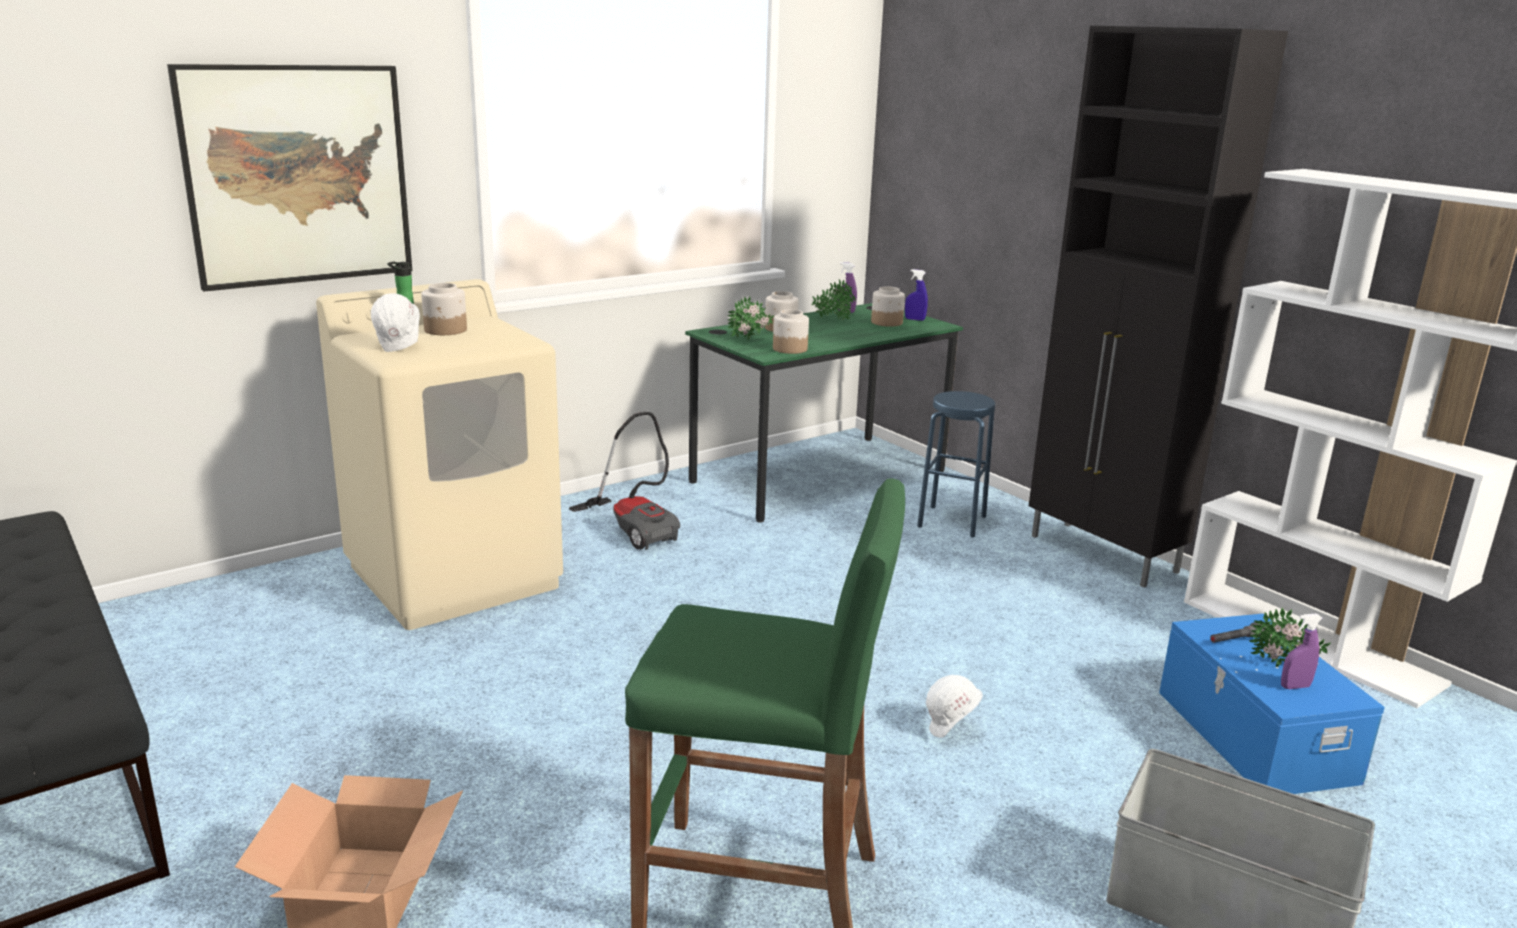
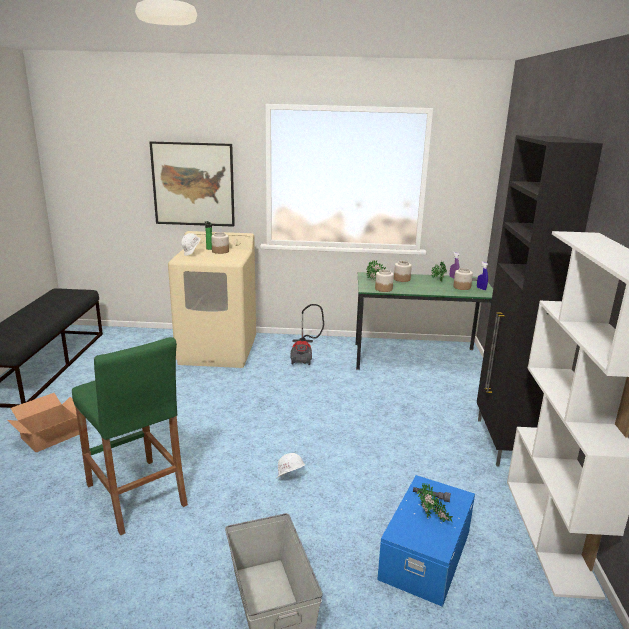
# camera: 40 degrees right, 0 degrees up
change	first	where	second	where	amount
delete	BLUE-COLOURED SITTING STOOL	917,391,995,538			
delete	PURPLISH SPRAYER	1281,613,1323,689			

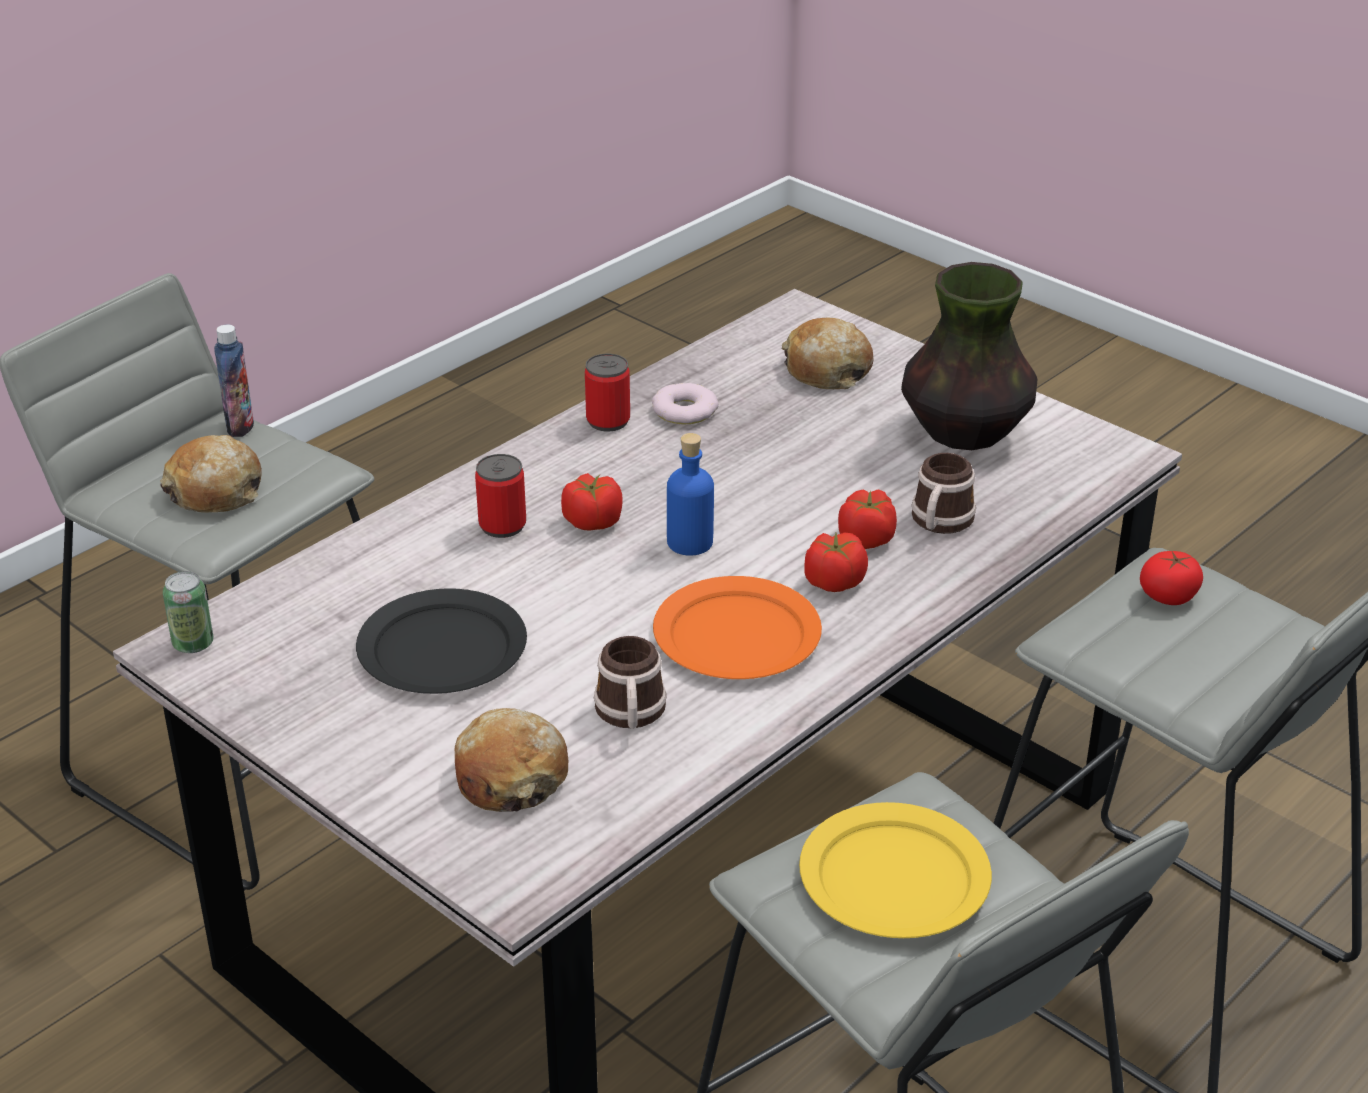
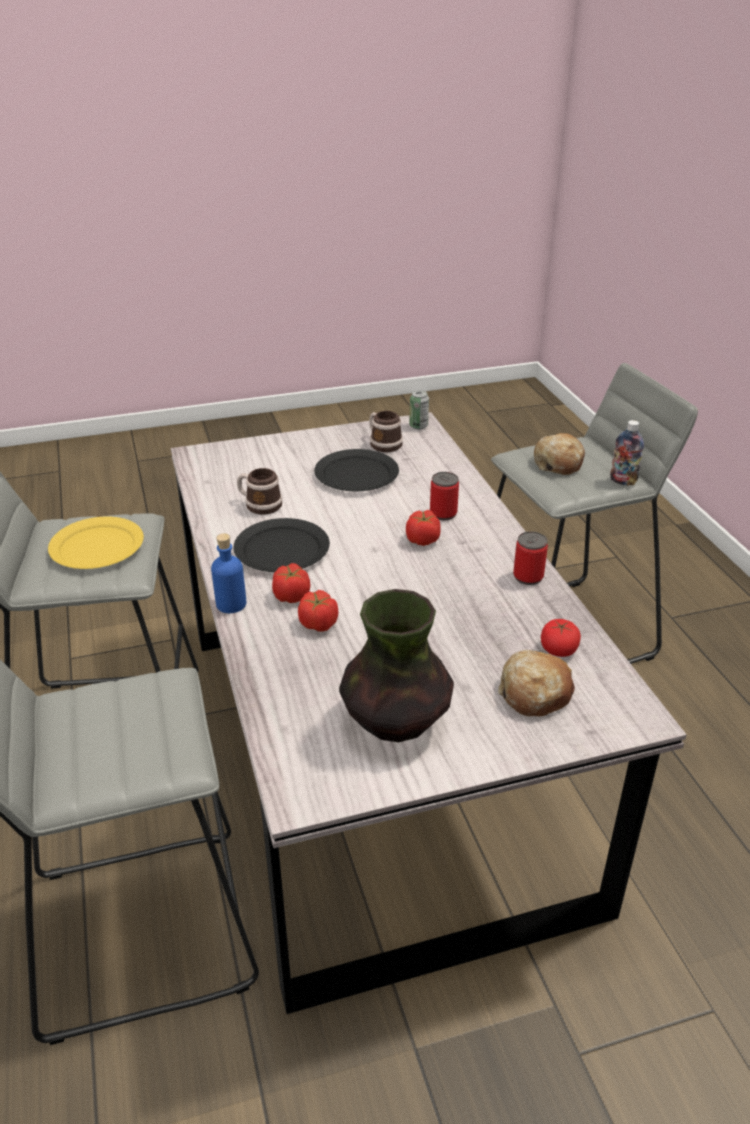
# camera: 120 degrees right, 0 degrees up
change	first	where	second	where	amount
delete	BAKERY BREAD	454,708,569,812			
delete	DONUT	652,383,719,424			
recolor	ORANGEY DINNER PLATE	653,576,822,679	BLACK-COLOURED DINNER PLATE	234,518,330,572	
move	BLUE-COLOURED BOTTLE	667,433,714,556		211,533,246,613	
move	TEA MUG	911,453,976,534		369,411,403,452	
move	WHOLE TOMATO	1140,551,1203,605		541,619,581,657	

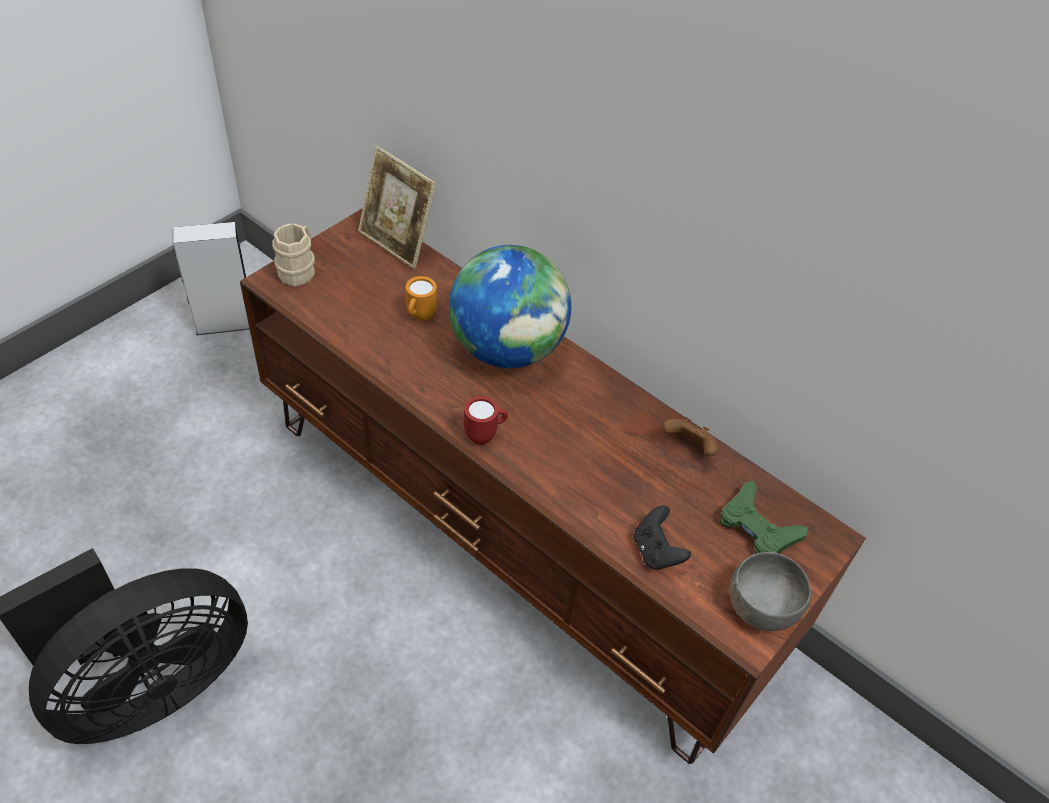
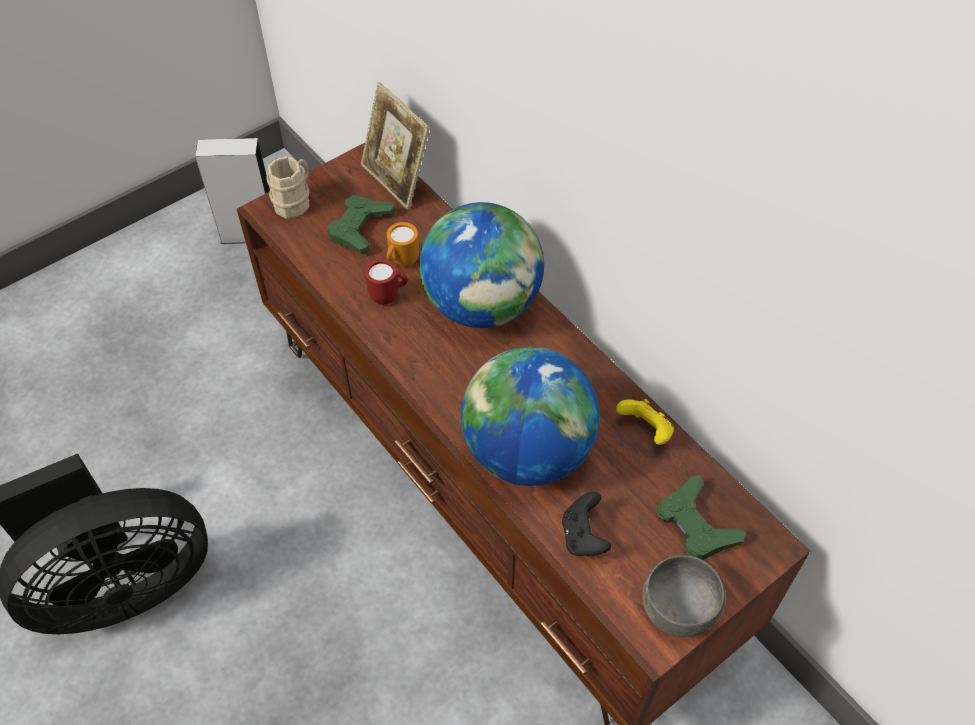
# camera: 15 degrees right, 5 degrees up
change	first	where	second	where	amount
move	RED-COLOURED TEA MUG	464,396,508,444		365,259,408,305	
recolor	BROWN-COLOURED GAMEPAD	662,417,719,457	YELLOW-COLOURED GAMEPAD	616,399,674,445	
insert			GREEN GAMEPAD	327,195,395,253	
insert			DESK GLOBE	461,347,599,486	

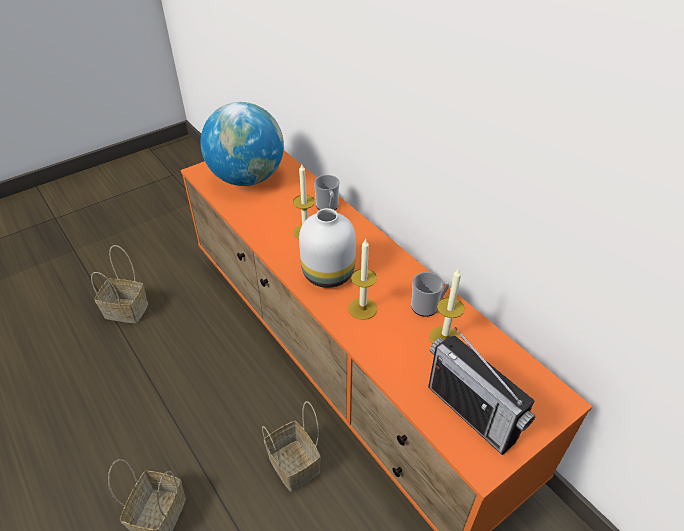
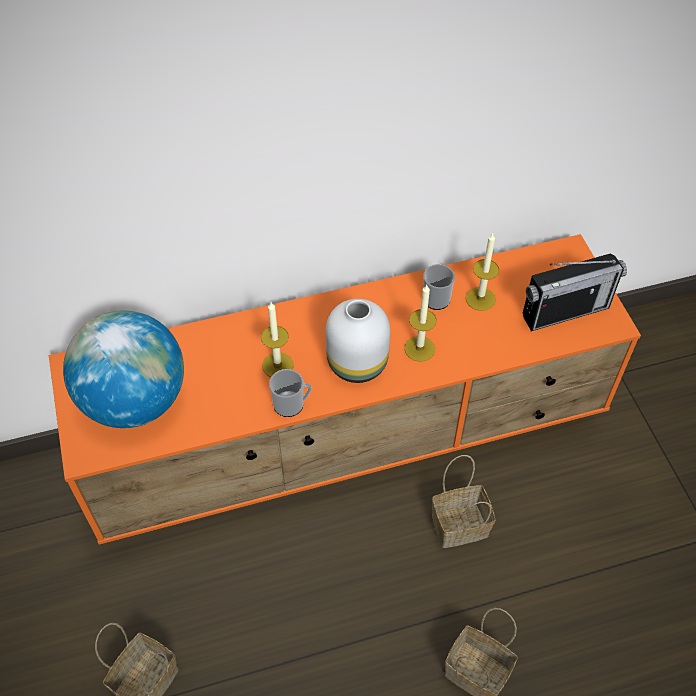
# camera: 70 degrees left, 10 degrees up
change	first	where	second	where	amount
move	TEA MUG	314,175,340,210		269,369,312,417	

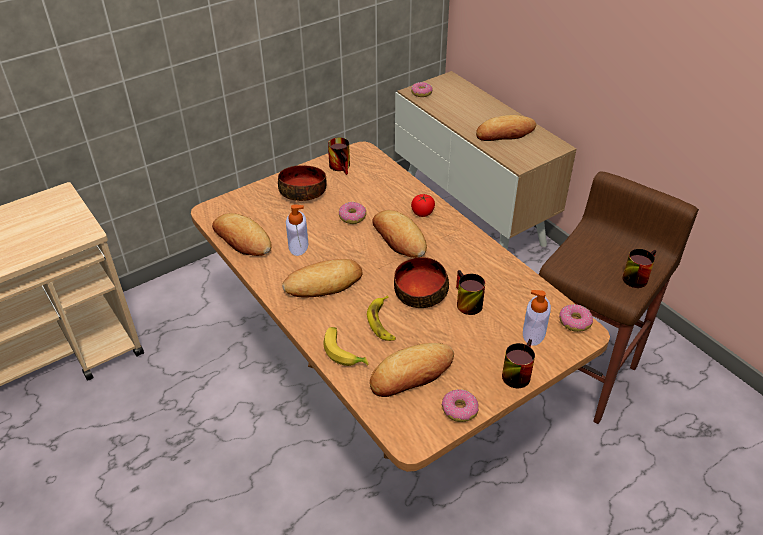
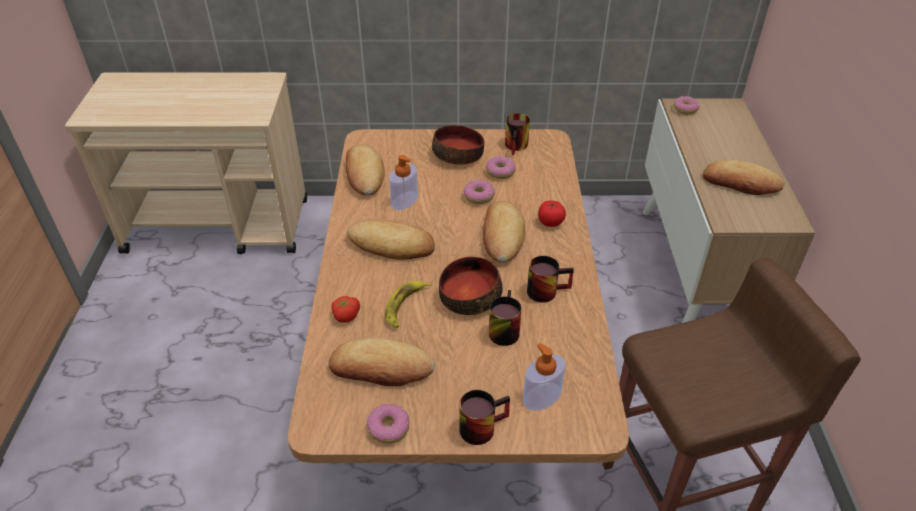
# camera: 35 degrees right, 0 degrees up
change	first	where	second	where	amount
replace	BANANA	323,327,368,366	WHOLE TOMATO	332,296,360,322	
move	DONUT	559,304,593,332		486,156,516,179	
move	TEA MUG	622,249,656,288		527,256,574,303	

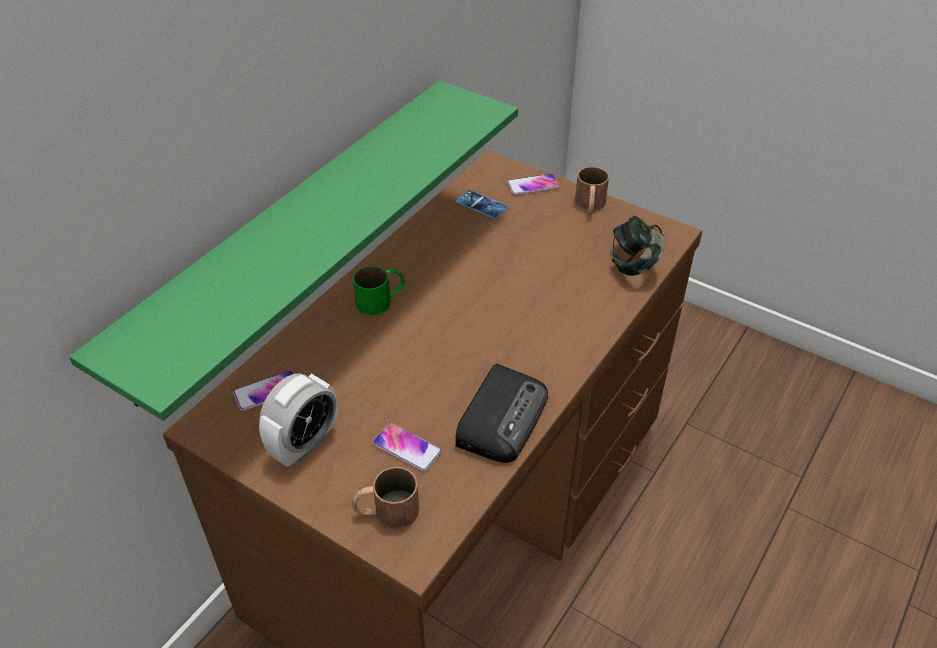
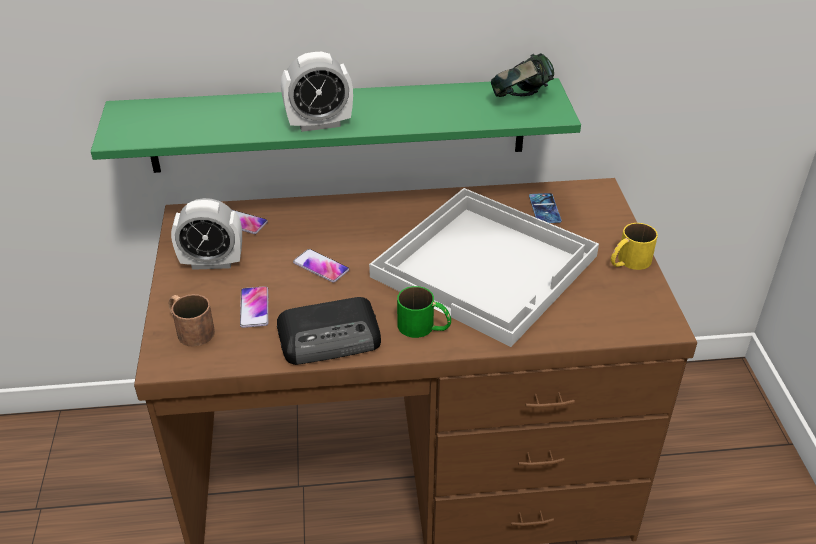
# camera: 50 degrees right, 5 degrees down
change	first	where	second	where	amount
move	GREEN TEA MUG	353,266,405,315		397,286,451,338	
move	PHONE	507,174,560,195		293,249,349,283	
recolor	BROWN-COLOURED TEA MUG	575,167,609,215	YELLOW-COLOURED TEA MUG	611,223,658,270	
move	HEADSET	612,216,665,276		491,53,554,97	
insert			BEDSIDE CLOCK	281,52,353,132	
insert			WHITE TRAY	369,188,599,347	

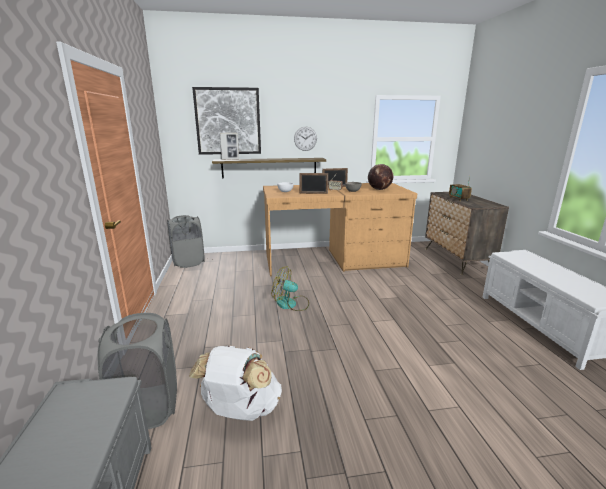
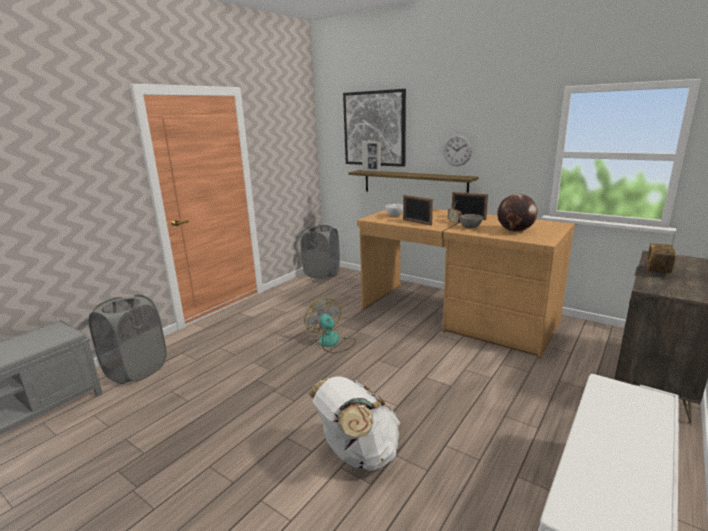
# camera: 45 degrees right, 0 degrees up
change	first	where	second	where	amount
move	WHITE BACKPACK	189,345,282,421		308,376,400,470	

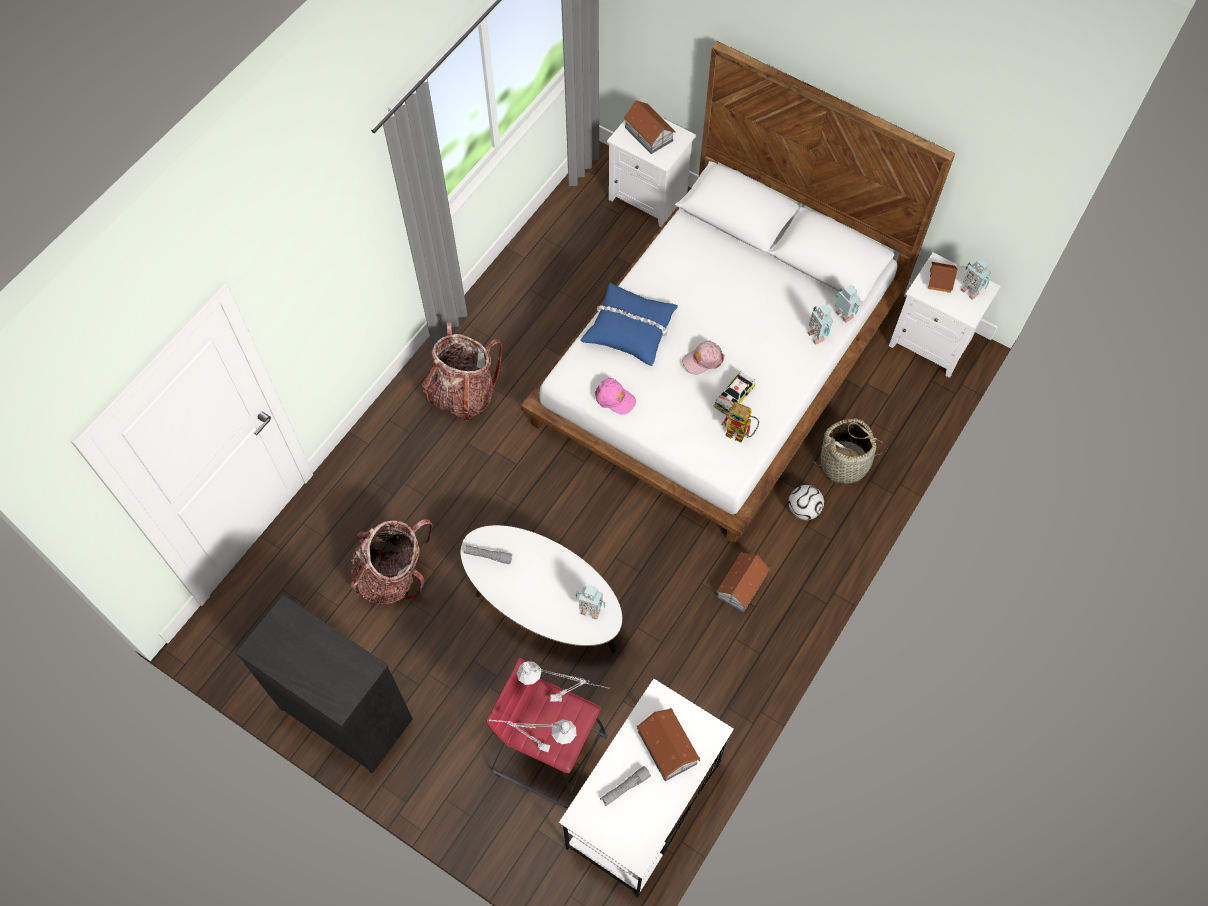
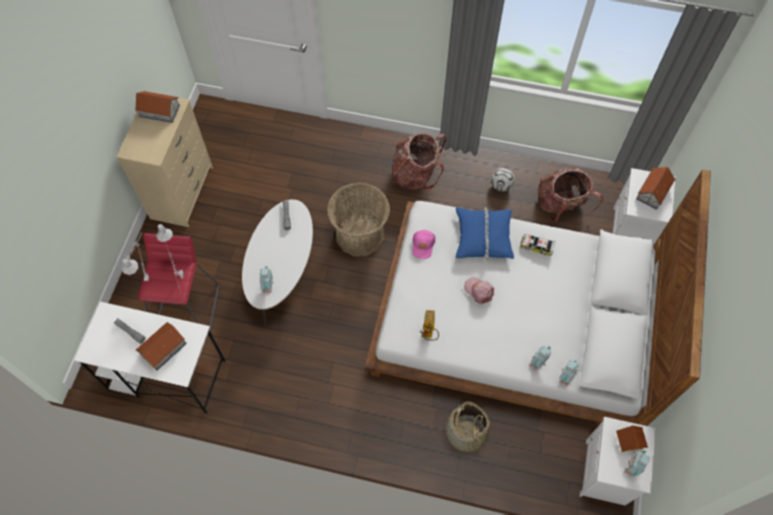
# camera: 70 degrees right, 0 degrees up
change	first	where	second	where	amount
recolor	BLACK-COLOURED DRESSER	236,595,413,774	BEIGE DRESSER	116,92,213,227	
move	BACKPACK	351,519,433,604		538,167,603,222	
move	MINIATURE CAR	714,371,755,415		520,234,556,256	
move	TOY HOUSE	716,552,770,613		135,91,180,123	
move	BALL FOR FOOTBALL	788,485,824,520		491,168,515,191	
insert			STORAGE BASKET	327,183,390,256	

